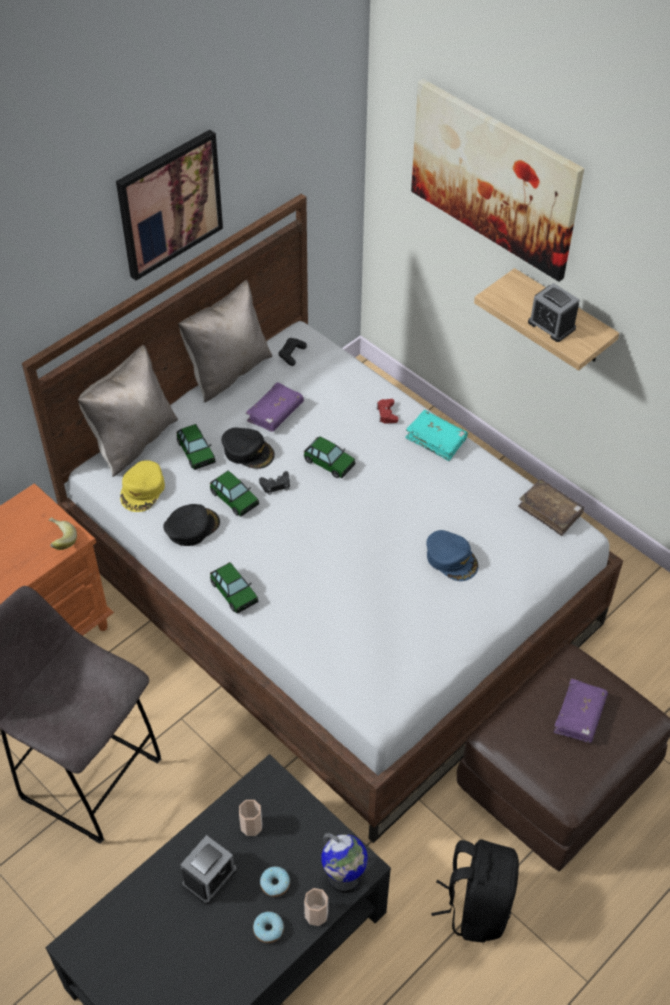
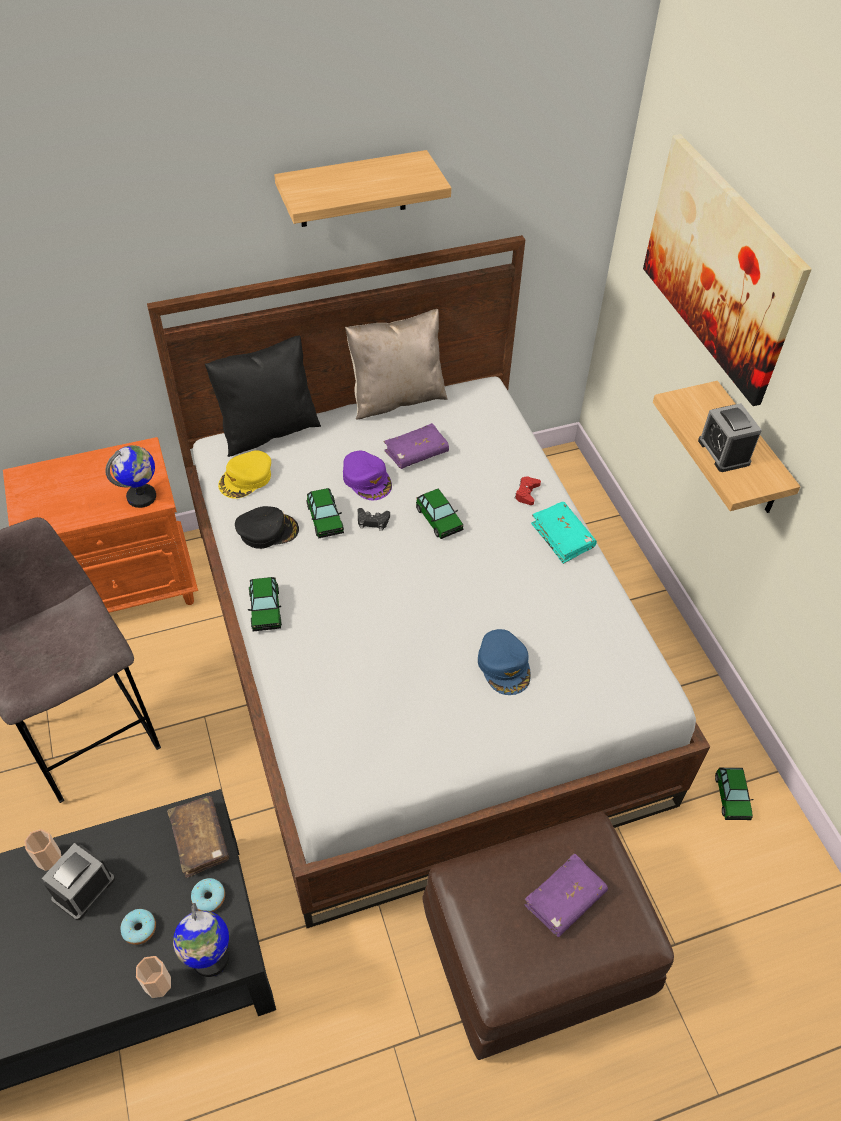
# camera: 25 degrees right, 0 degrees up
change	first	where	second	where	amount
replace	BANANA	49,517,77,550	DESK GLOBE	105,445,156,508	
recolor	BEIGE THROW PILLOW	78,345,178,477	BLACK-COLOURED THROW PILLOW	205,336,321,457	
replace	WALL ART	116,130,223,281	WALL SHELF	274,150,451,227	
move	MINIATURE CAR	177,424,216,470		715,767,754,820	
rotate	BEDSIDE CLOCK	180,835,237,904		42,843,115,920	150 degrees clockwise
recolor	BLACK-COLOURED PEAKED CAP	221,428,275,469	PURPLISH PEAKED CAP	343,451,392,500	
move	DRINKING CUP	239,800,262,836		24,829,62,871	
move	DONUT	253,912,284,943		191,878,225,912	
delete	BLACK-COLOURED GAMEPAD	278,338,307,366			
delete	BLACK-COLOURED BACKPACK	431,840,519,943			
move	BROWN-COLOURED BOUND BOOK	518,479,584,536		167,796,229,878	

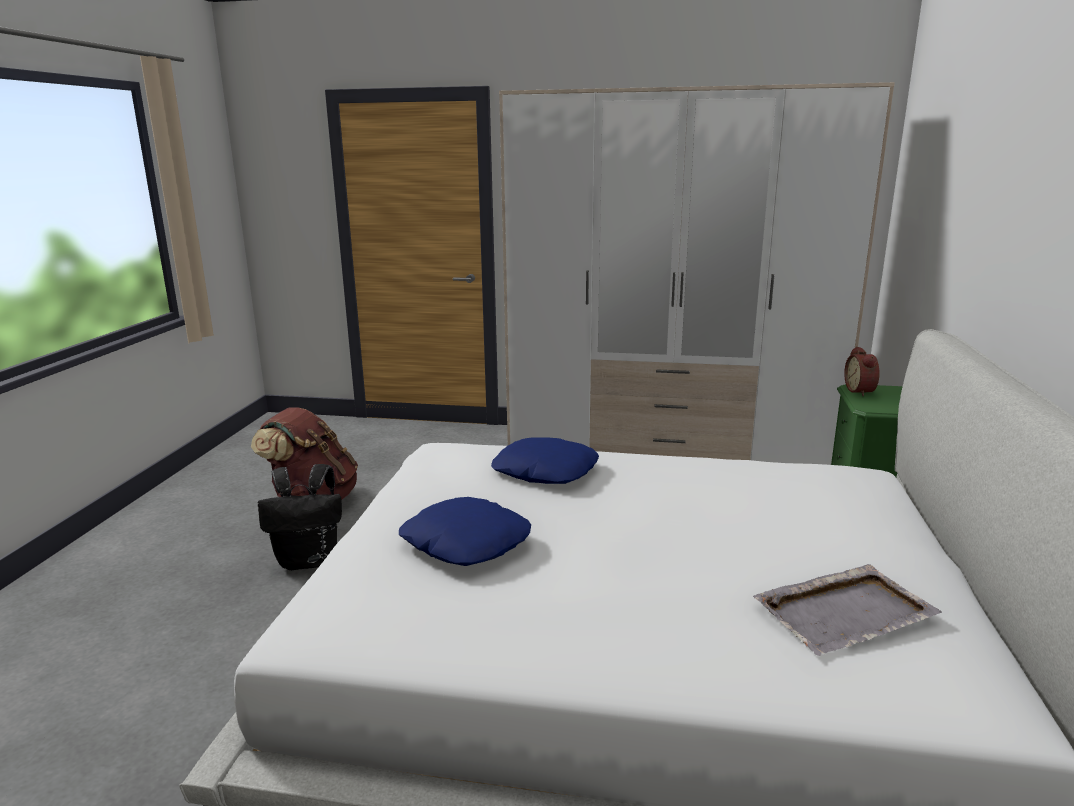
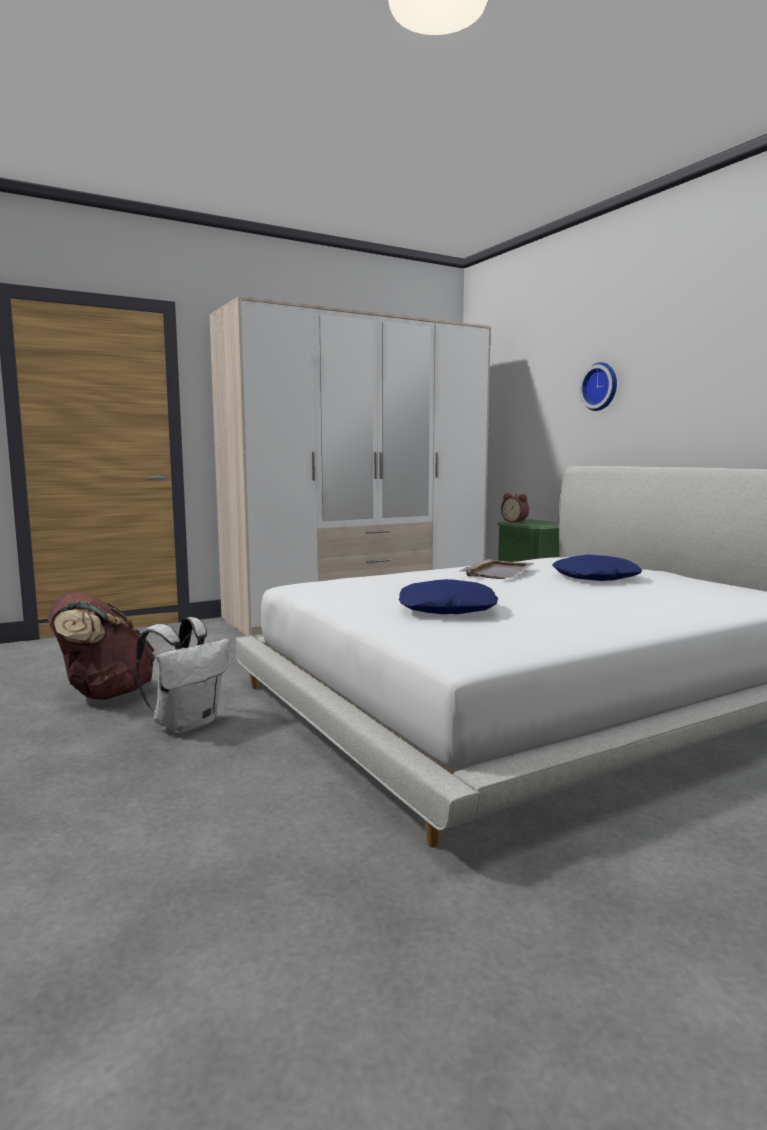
# camera: 40 degrees left, 10 degrees down
change	first	where	second	where	amount
recolor	BLACK-COLOURED BACKPACK	258,464,342,570	WHITE BACKPACK	136,617,230,733	
move	BLUE-COLOURED THROW PILLOW	491,437,599,484		552,555,642,581	
move	GREY TRAY	753,564,942,656		460,559,534,579	
insert			WALL CLOCK	579,362,617,411	

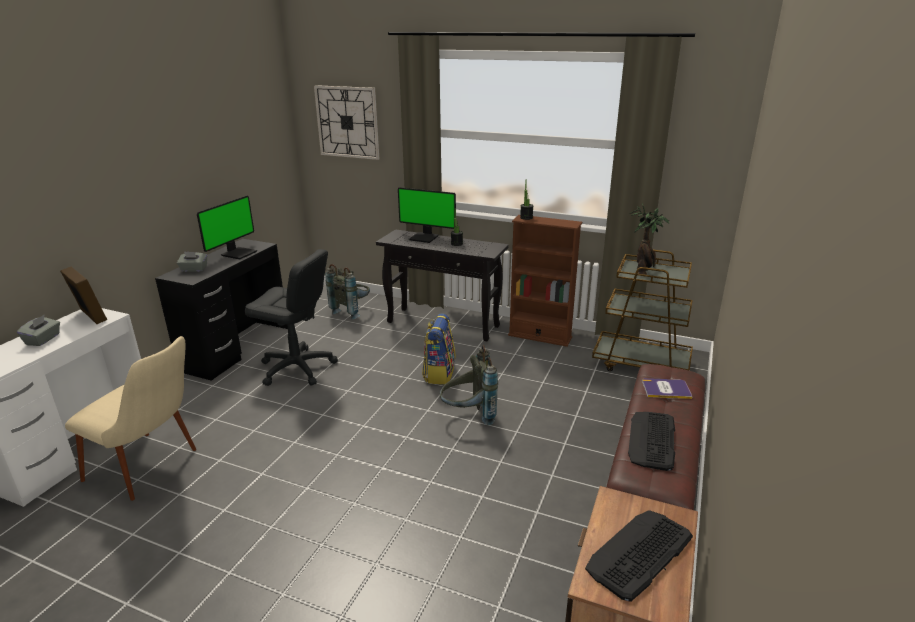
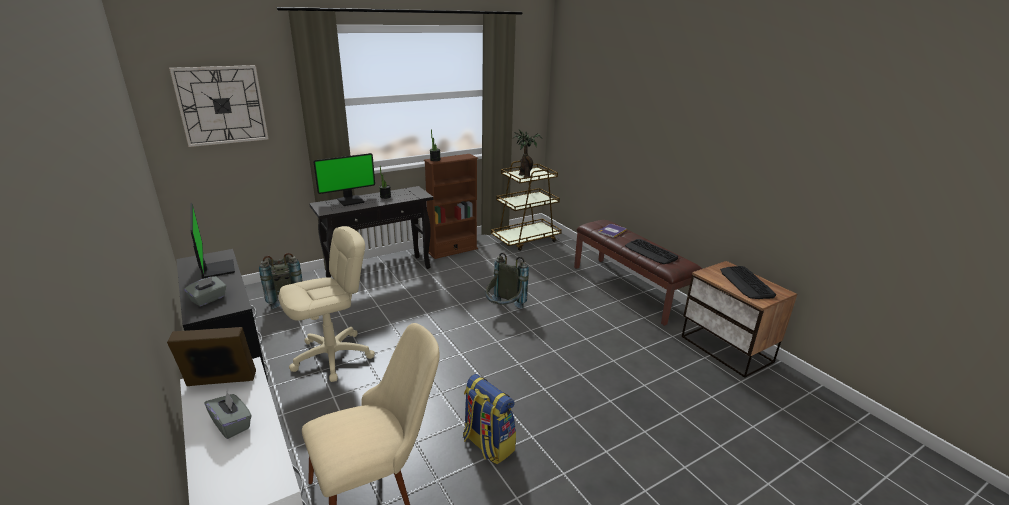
# camera: 55 degrees left, 0 degrees up
change	first	where	second	where	amount
recolor	BLACK-COLOURED COMPUTER CHAIR	245,249,338,386	BEIGE COMPUTER CHAIR	279,226,375,382	
move	BACKPACK	422,313,456,385		463,374,516,464	

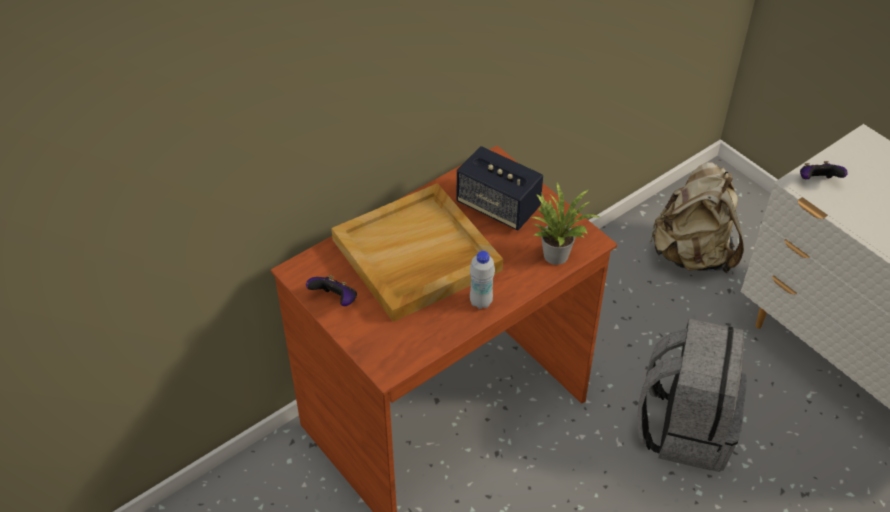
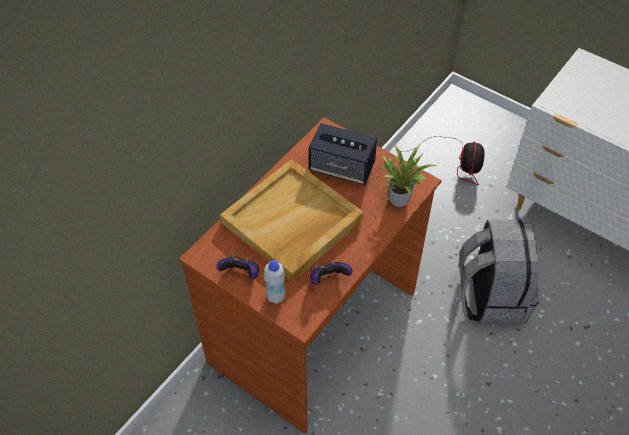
# camera: 15 degrees left, 5 degrees up
change	first	where	second	where	amount
move	WHITE BOTTLE	470,250,495,309		264,260,285,304	
replace	BEIGE BACKPACK	650,162,744,273	FAN	395,136,485,185	
move	GAMEPAD	800,161,848,179		310,261,352,285	

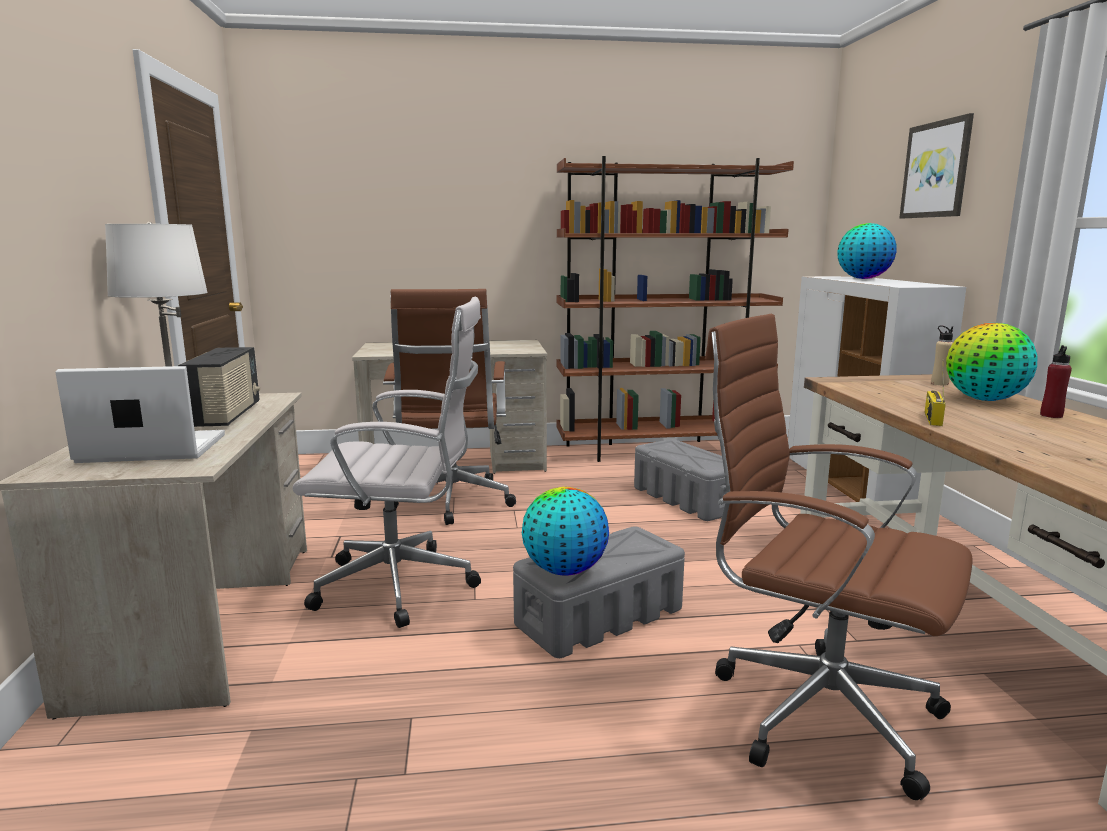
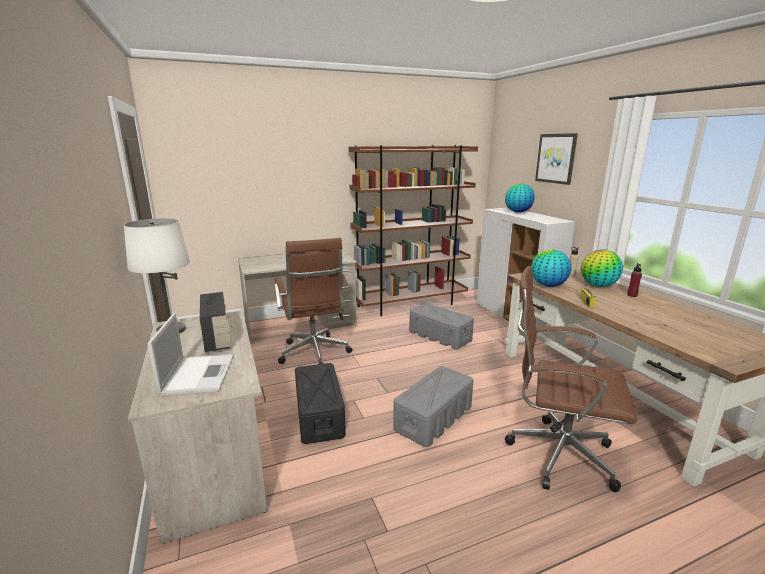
# camera: 15 degrees left, 5 degrees up
change	first	where	second	where	amount
rotate	PORTABLE COMPUTER	55,366,225,463		147,313,234,396	105 degrees clockwise
replace	WHITE COMPUTER CHAIR	292,297,481,628	BLACK-COLOURED STORAGE BOX	295,363,346,444	
move	DESK GLOBE	522,487,609,575		531,249,571,287	

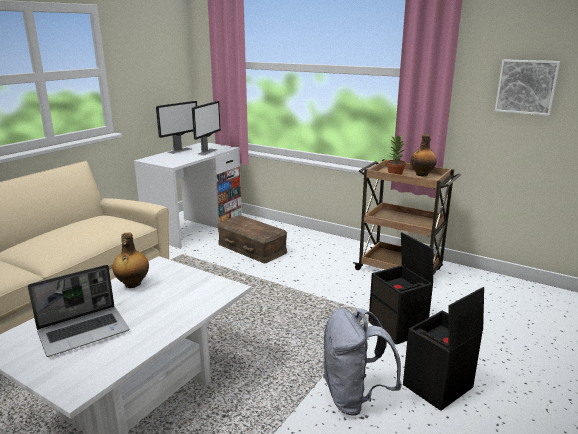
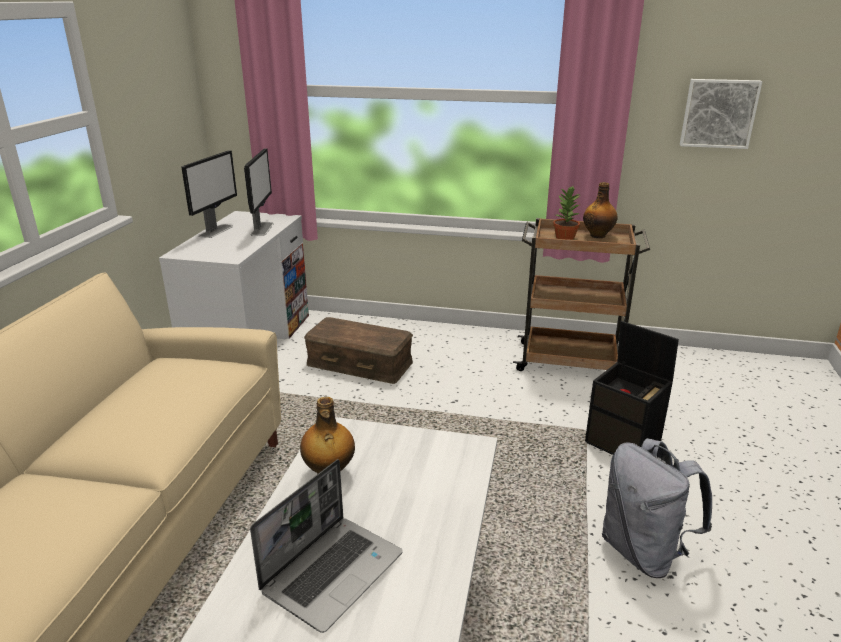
# camera: 20 degrees left, 5 degrees up
change	first	where	second	where	amount
delete	BLACK-COLOURED STORAGE BOX	403,287,484,411			

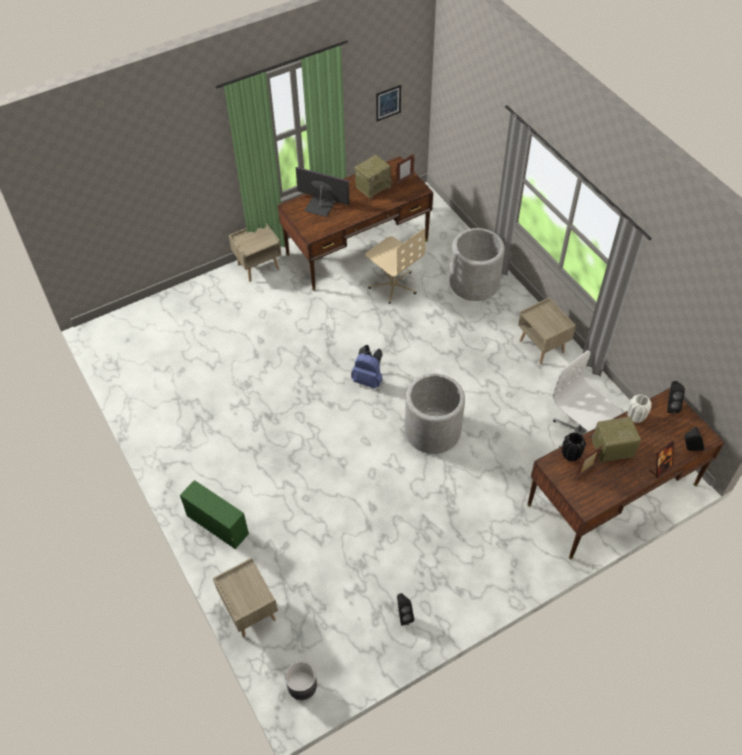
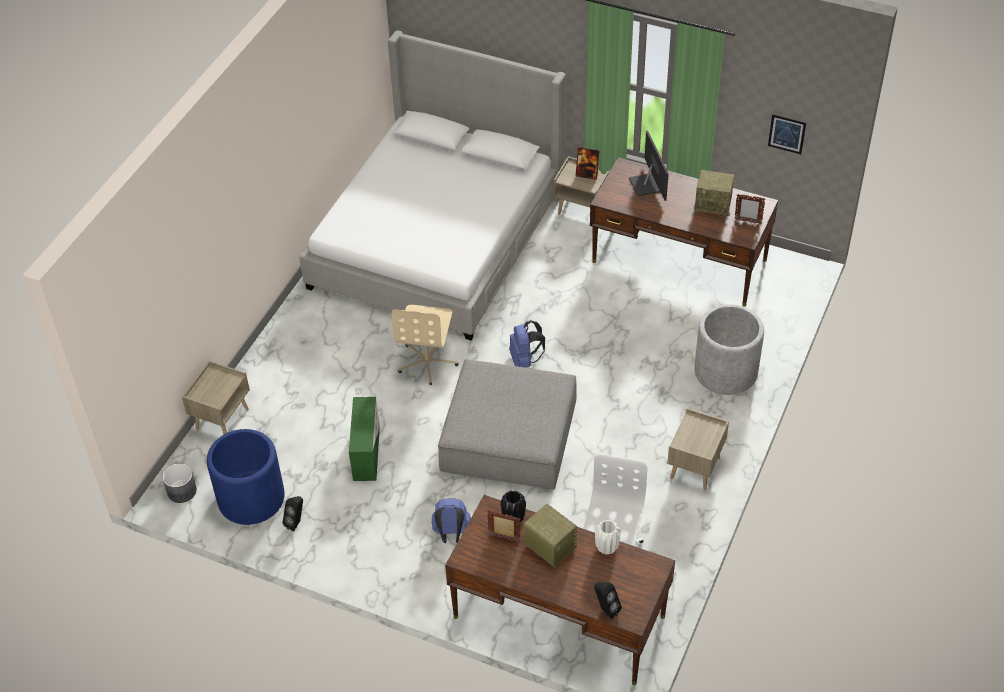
# camera: 55 degrees right, 5 degrees down
change	first	where	second	where	amount
move	GREEN STORAGE BOX	180,480,249,549		349,397,380,481	
move	BEIGE COMPUTER CHAIR	365,229,425,304		392,305,458,385	
replace	GREY FLOWER POT	405,374,465,454	GREY FOOTREST	438,359,576,490	
move	PHOTO FRAME	649,440,674,478		576,147,600,180	
delete	BLACK-COLOURED AUDIO SPEAKER	667,381,685,413			
insert			BLUE-COLOURED FLOWER POT	207,429,285,525	
insert			SLEEPING BED	299,30,566,340	
insert			BLUE-COLOURED BACKPACK	432,498,471,543	

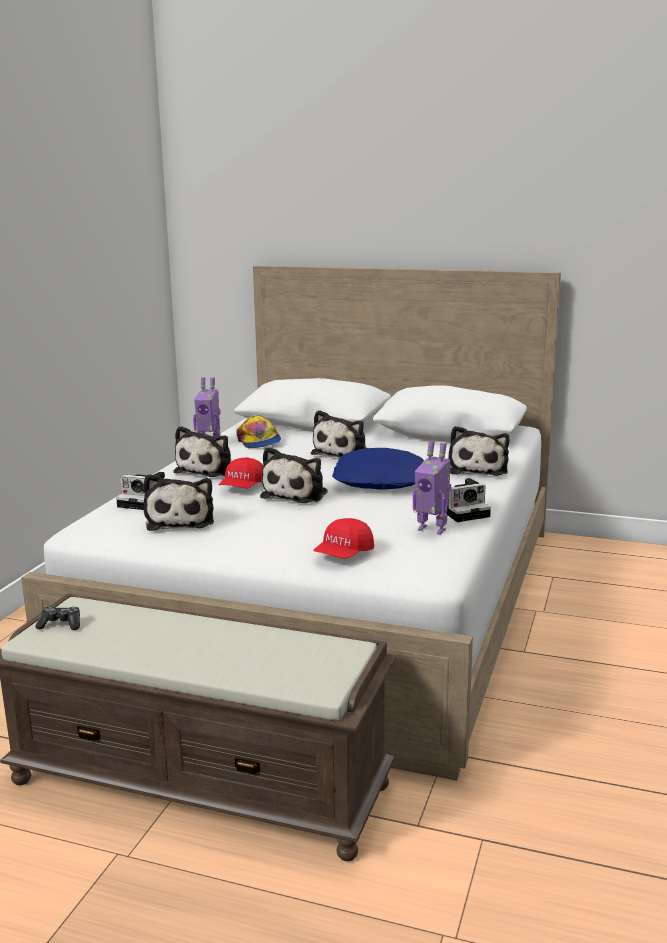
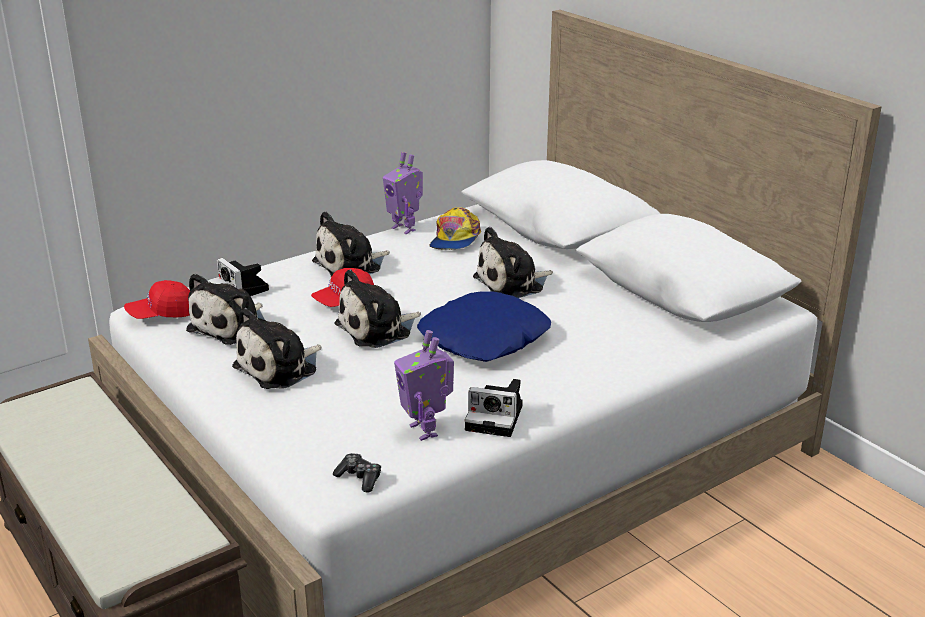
# camera: 35 degrees right, 10 degrees up
change	first	where	second	where	amount
move	GAMEPAD	35,606,80,630		333,453,381,493	
move	RED-COLOURED PEAKED CAP	313,518,374,559		124,280,190,319	
move	CUDDLY TOY	448,426,509,476		232,308,322,389	

